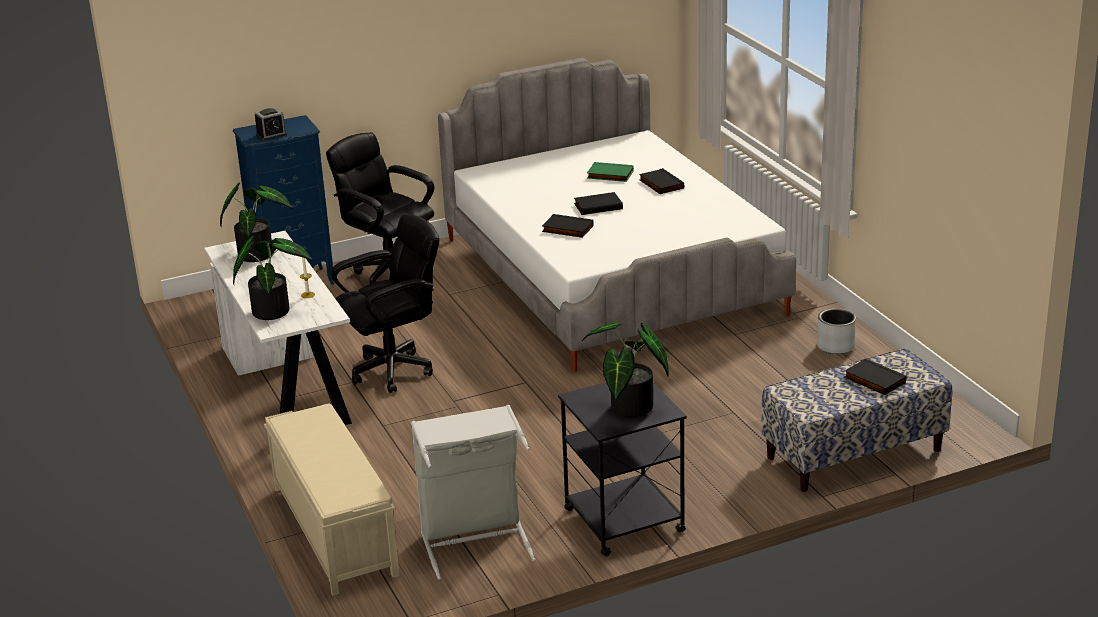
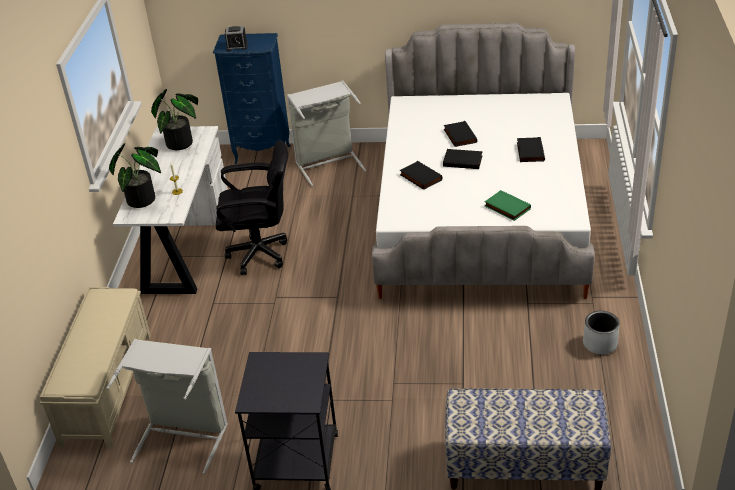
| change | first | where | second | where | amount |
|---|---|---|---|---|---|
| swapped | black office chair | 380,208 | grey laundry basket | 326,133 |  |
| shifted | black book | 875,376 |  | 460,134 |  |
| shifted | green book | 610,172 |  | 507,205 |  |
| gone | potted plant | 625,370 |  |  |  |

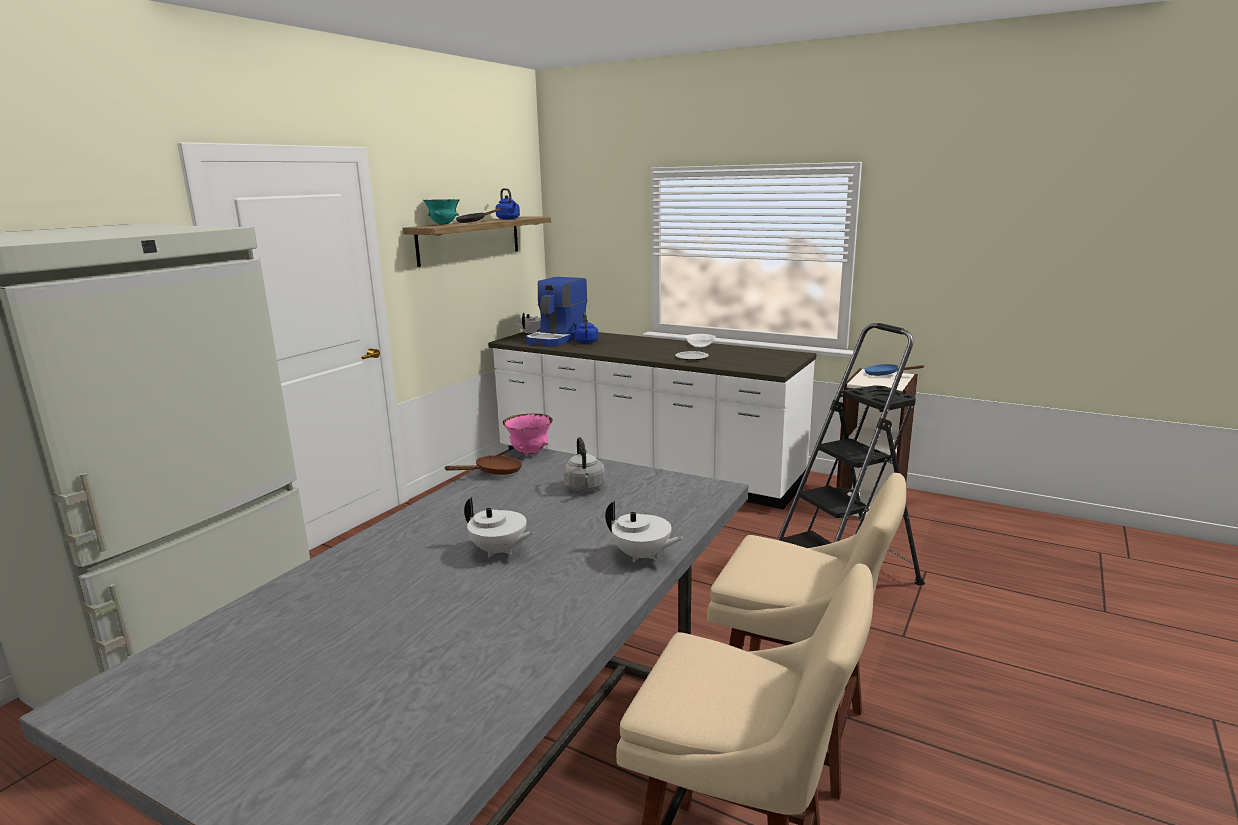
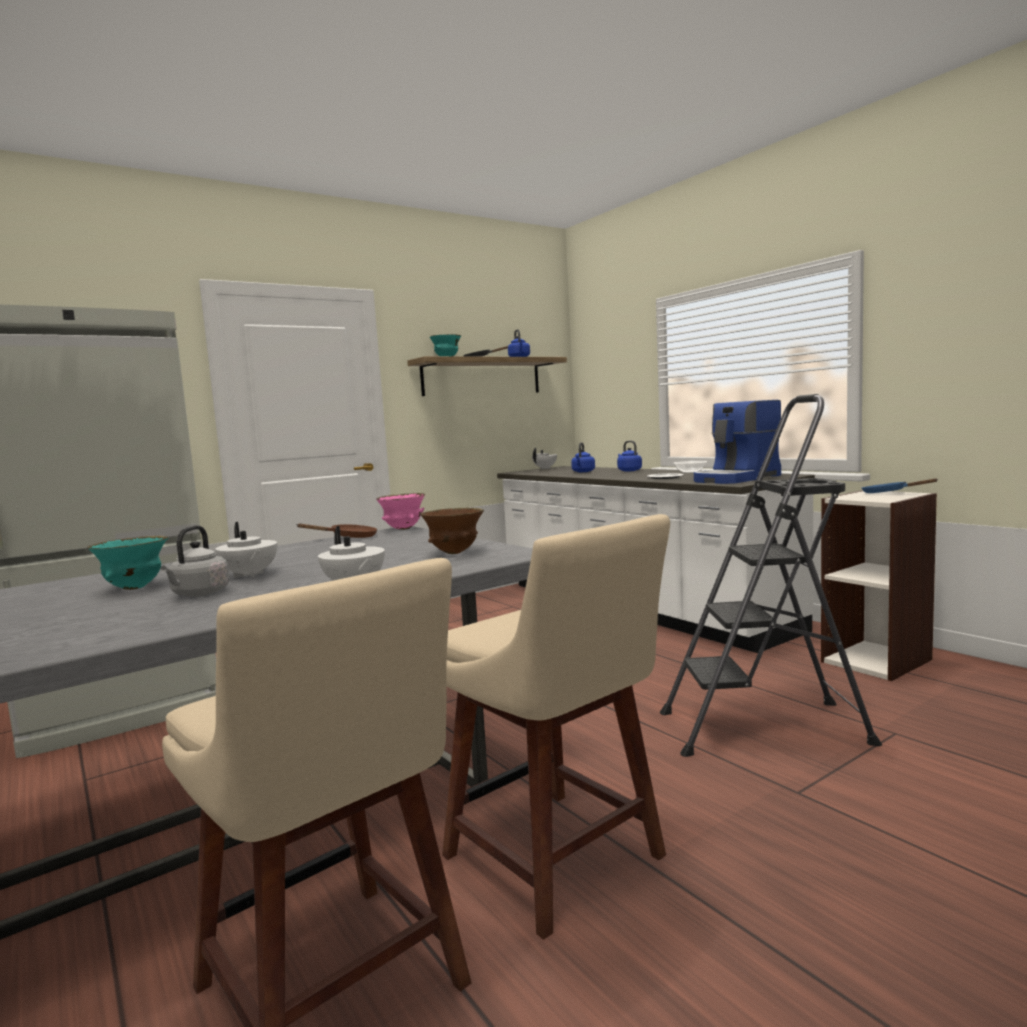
| change | first | where | second | where | amount |
|---|---|---|---|---|---|
| new |  |  | turquoise bowl | 128,563 |  |
| shifted | grey kettle | 584,464 |  | 195,561 |  |
| new |  |  | brown bowl | 452,531 |  |
| new |  |  | blue kettle | 629,456 |  |
| shifted | coffee machine | 556,312 |  | 737,442 |  |

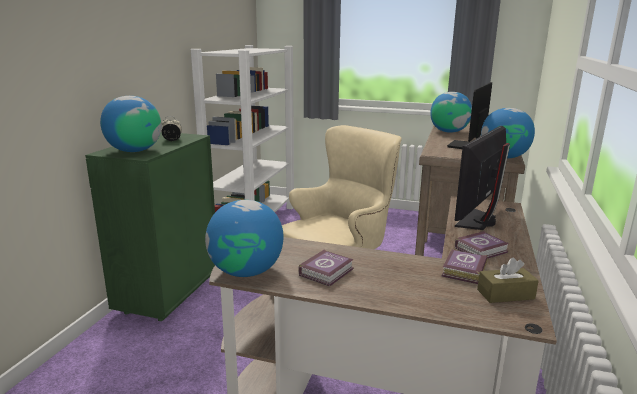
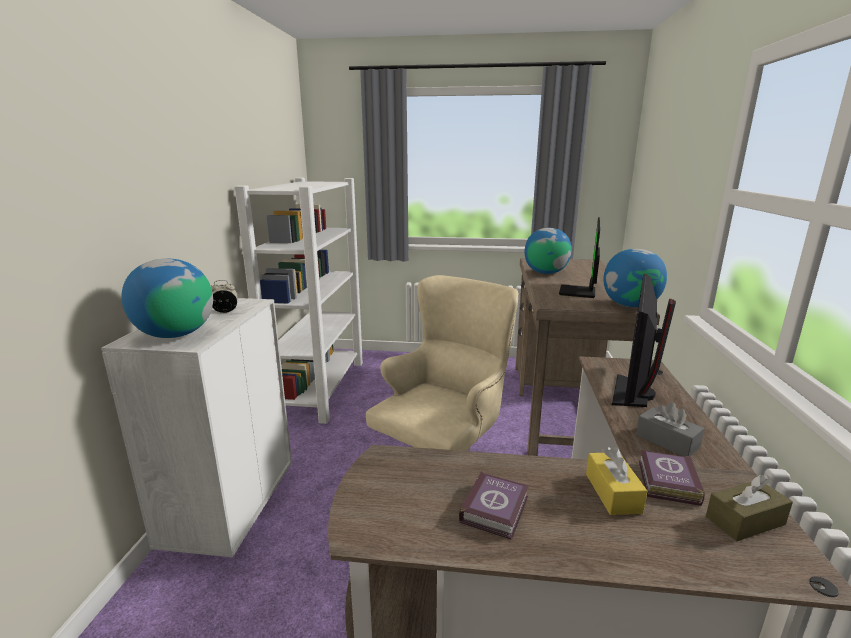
| change | first | where | second | where | amount |
|---|---|---|---|---|---|
| repainted | green cabinet | 150,226 | white cabinet | 196,427 |  |
| new |  |  | yellow tissue box | 616,481 |  |
| swapped | book | 482,245 | grey tissue box | 670,429 |  |
| gone | globe | 244,238 |  |  |  |

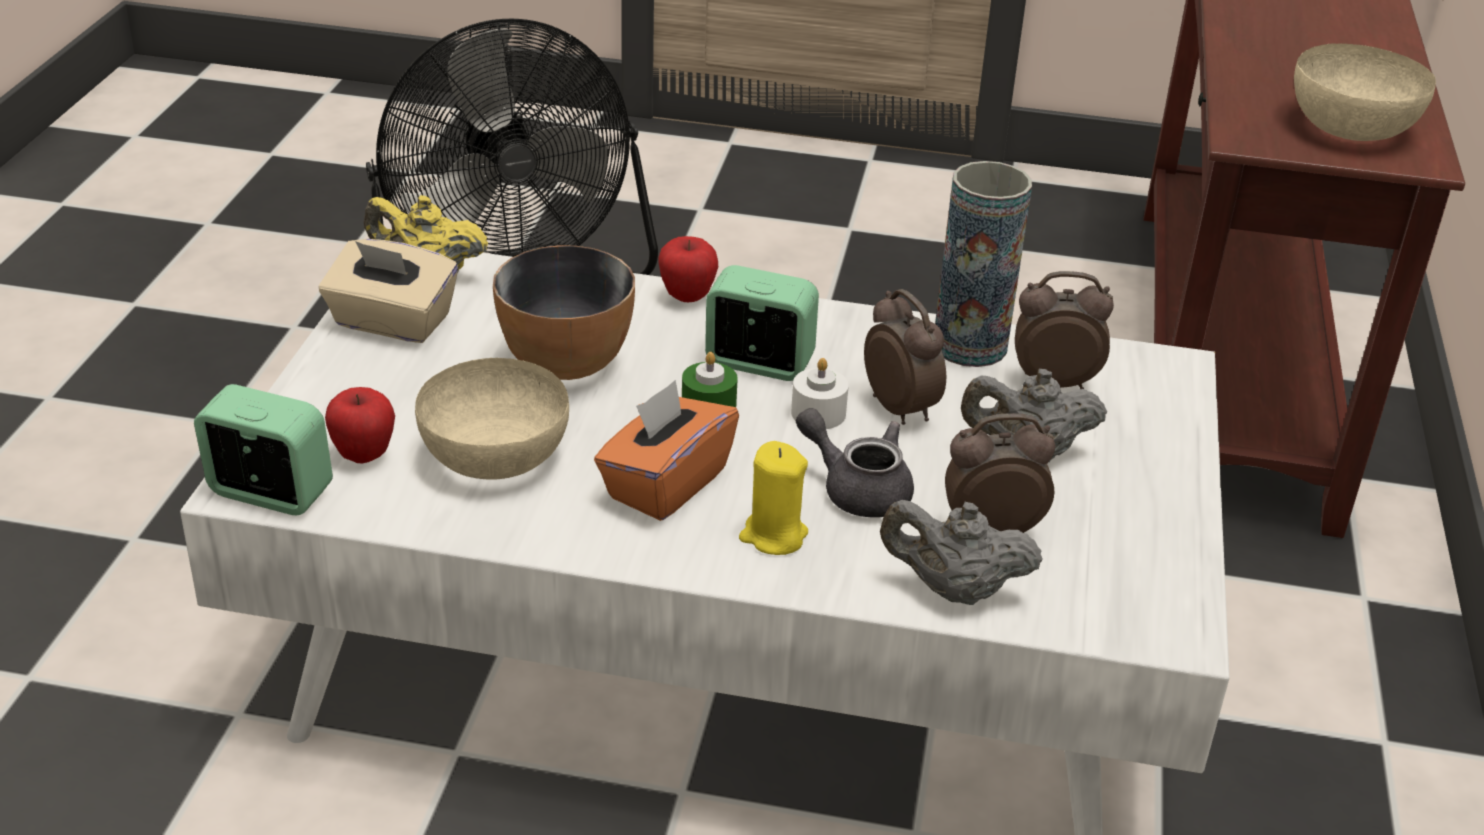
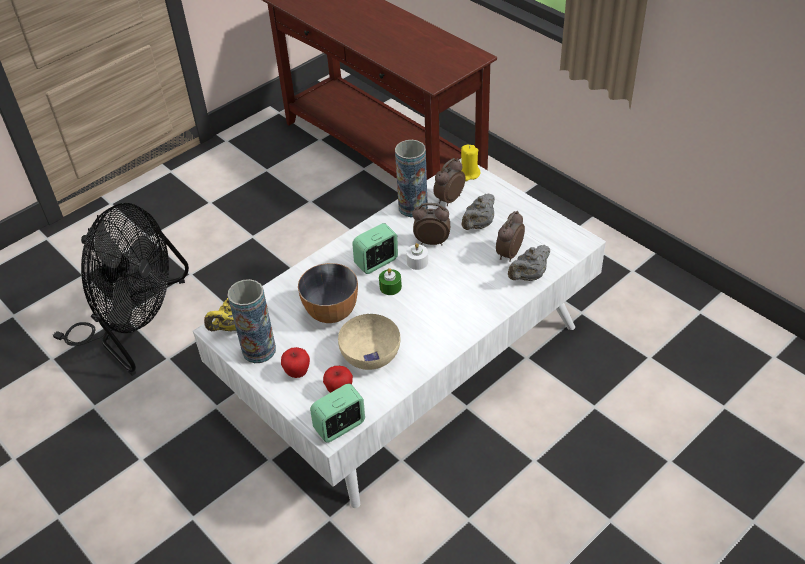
| change | first | where | second | where | amount |
|---|---|---|---|---|---|
| swapped | beige tissue box | 388,291 | vase | 252,321 |  |
| shifted | apple | 688,269 |  | 295,362 |  |
| shifted | yellow candle | 773,498 |  | 471,163 |  |
| gone | orange tissue box | 666,450 |  |  |  |
| gone | grey teapot | 855,463 |  |  |  |
| gone | beige bowl | 1365,92 |  |  |  |

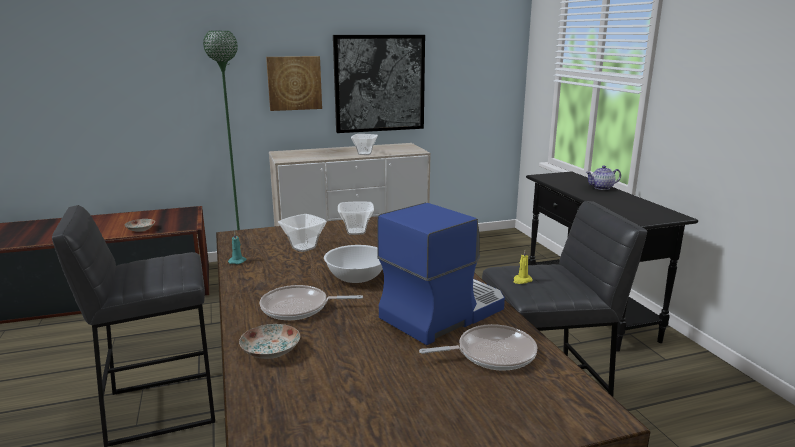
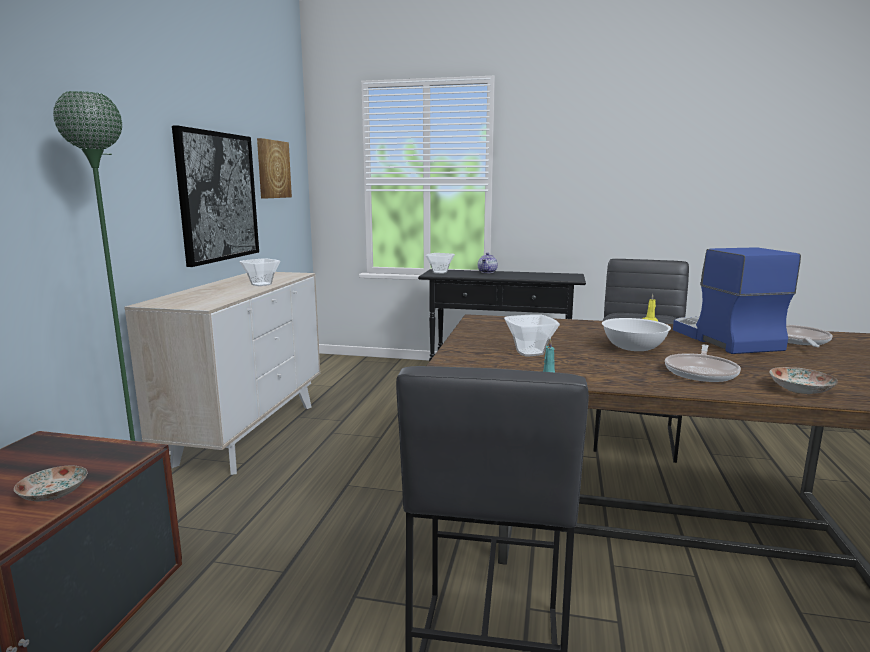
| change | first | where | second | where | amount |
|---|---|---|---|---|---|
| shifted | picture | 294,83 |  | 274,168 |  |
| shifted | bowl | 356,218 |  | 440,263 |  |

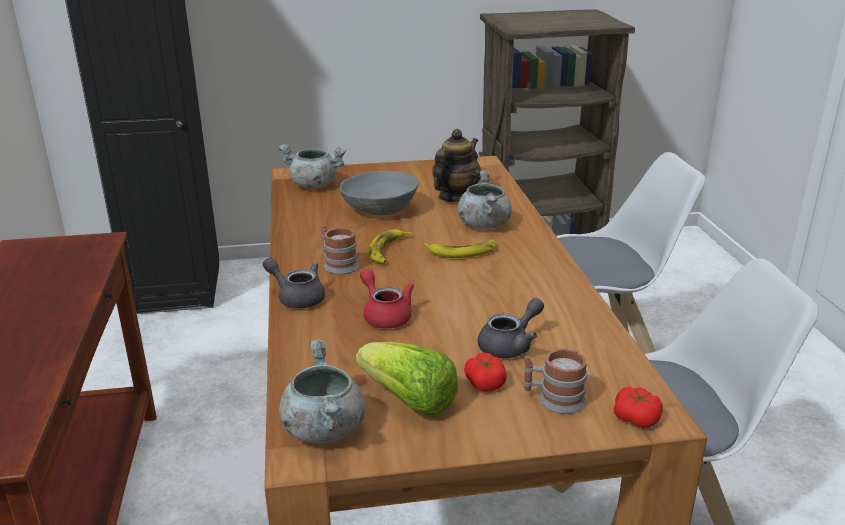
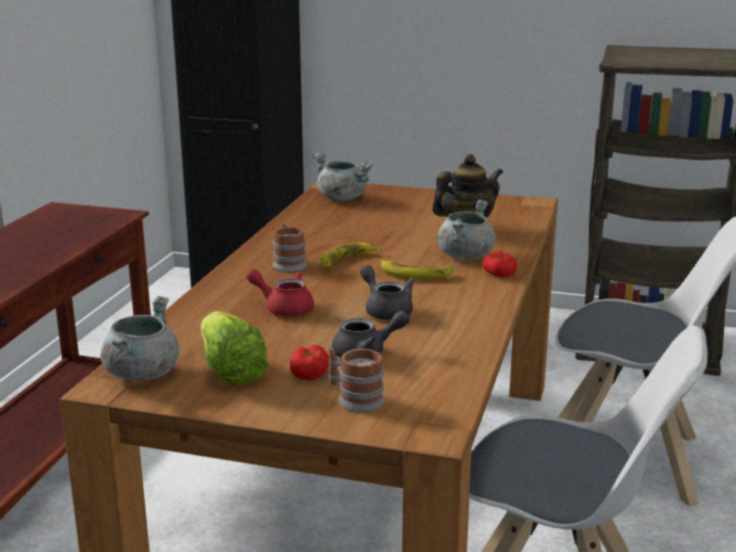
| change | first | where | second | where | amount |
|---|---|---|---|---|---|
| rotated | red teapot | 387,298 |  | 280,293 | 60 degrees counterclockwise |
| shifted | grey teapot | 294,282 |  | 387,292 |  |
| shifted | tomato | 638,406 |  | 499,264 |  |
| gone | grey bowl | 379,193 |  |  |  |

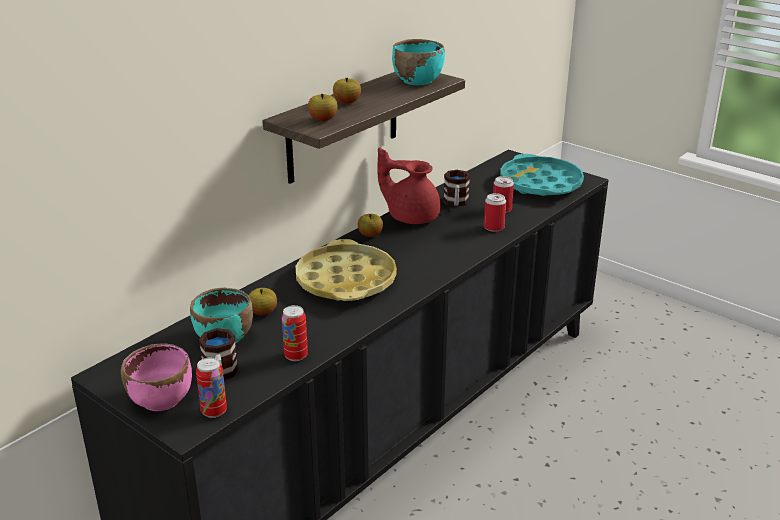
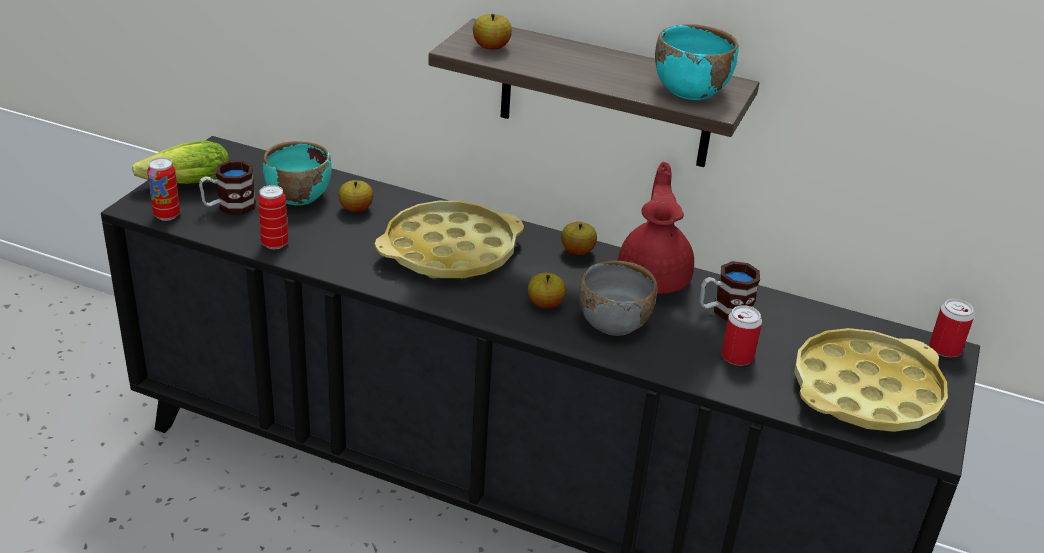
| change | first | where | second | where | amount |
|---|---|---|---|---|---|
| swapped | pink bowl | 156,377 | lettuce | 180,162 |  |
| shifted | apple | 347,91 |  | 547,291 |  |
| new |  |  | grey bowl | 618,298 |  |
| repainted | turquoise tray | 542,175 | yellow tray | 871,380 |  |
| shifted | can | 495,212 |  | 951,328 |  |

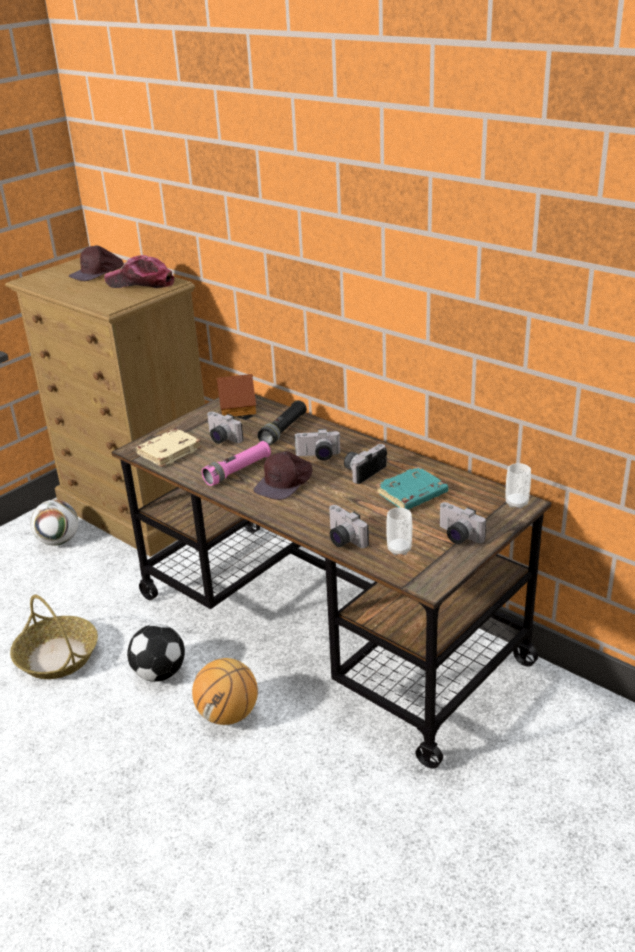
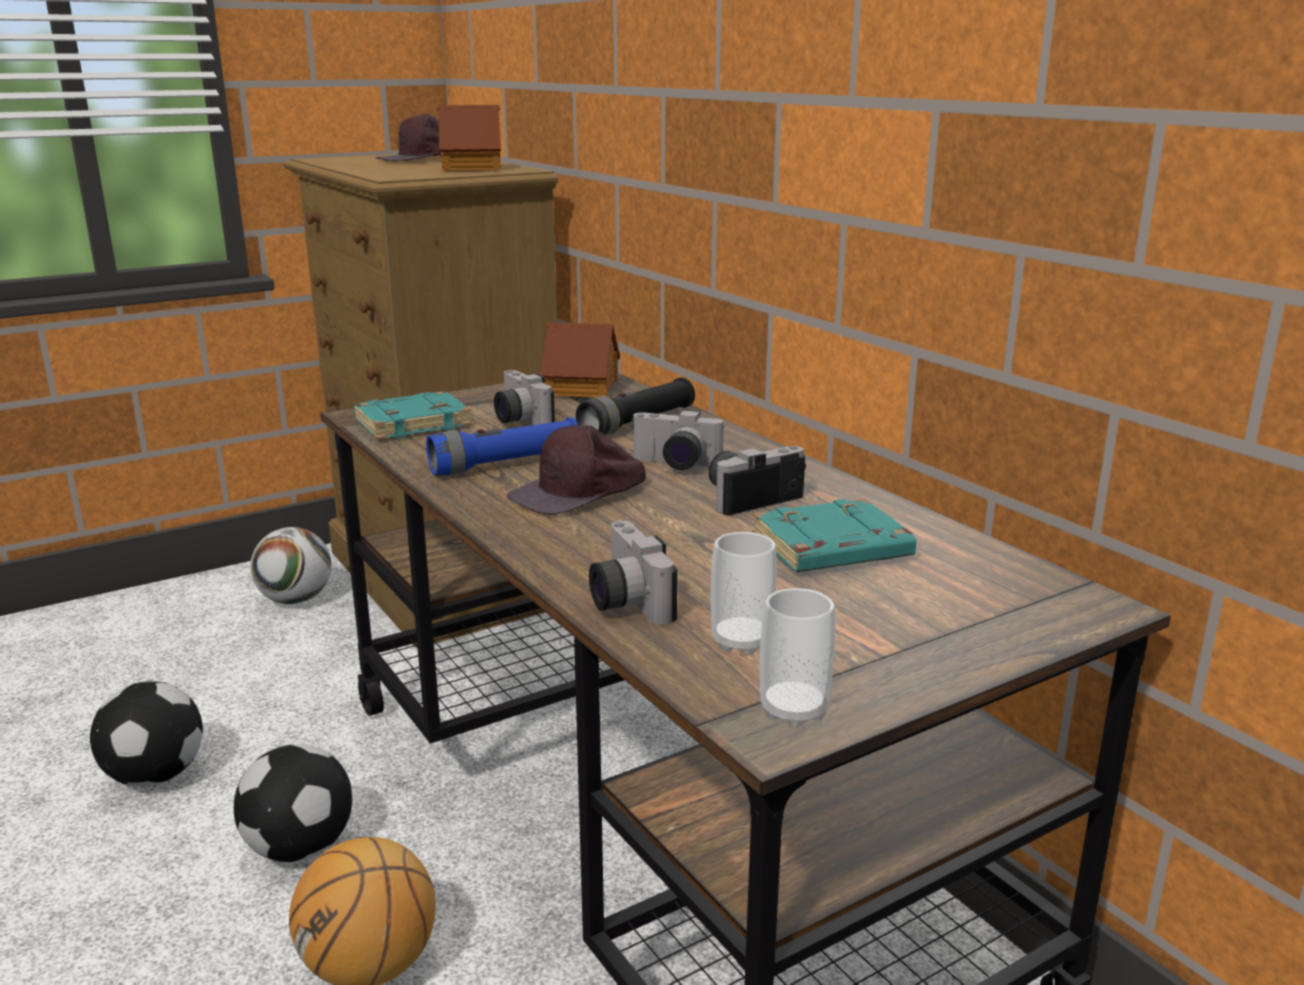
| change | first | where | second | where | amount |
|---|---|---|---|---|---|
| swapped | basket | 54,637 | football | 146,733 |  |
| repainted | beige book | 168,447 | turquoise book | 412,415 |  |
| repainted | pink flashlight | 236,463 | blue flashlight | 502,446 |  |
| swapped | cap | 139,271 | toy house | 469,138 |  |
| shifted | cup | 518,486 |  | 798,657 |  |
| gone | photo camera | 462,523 |  |  |  |

